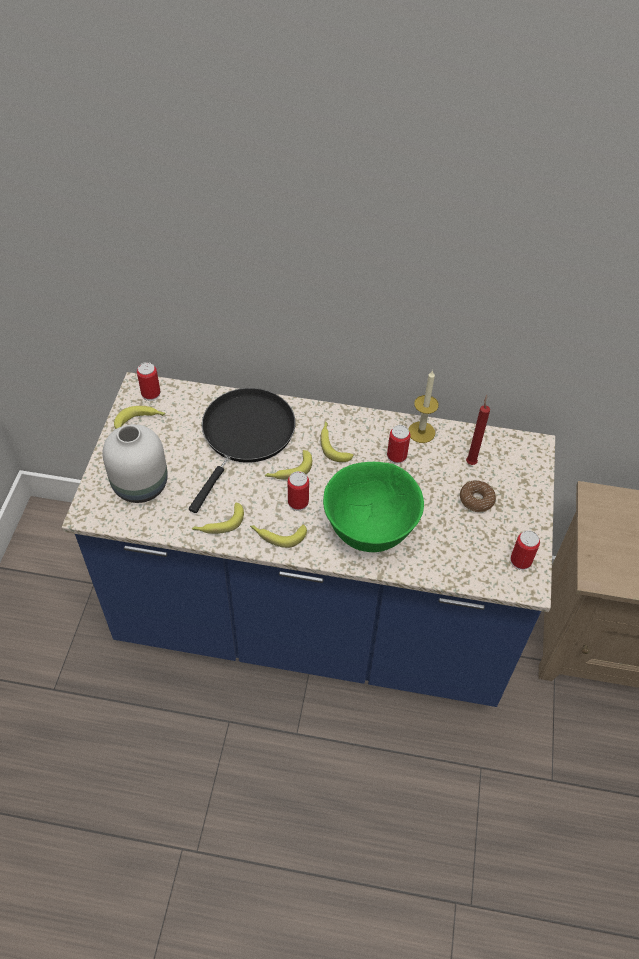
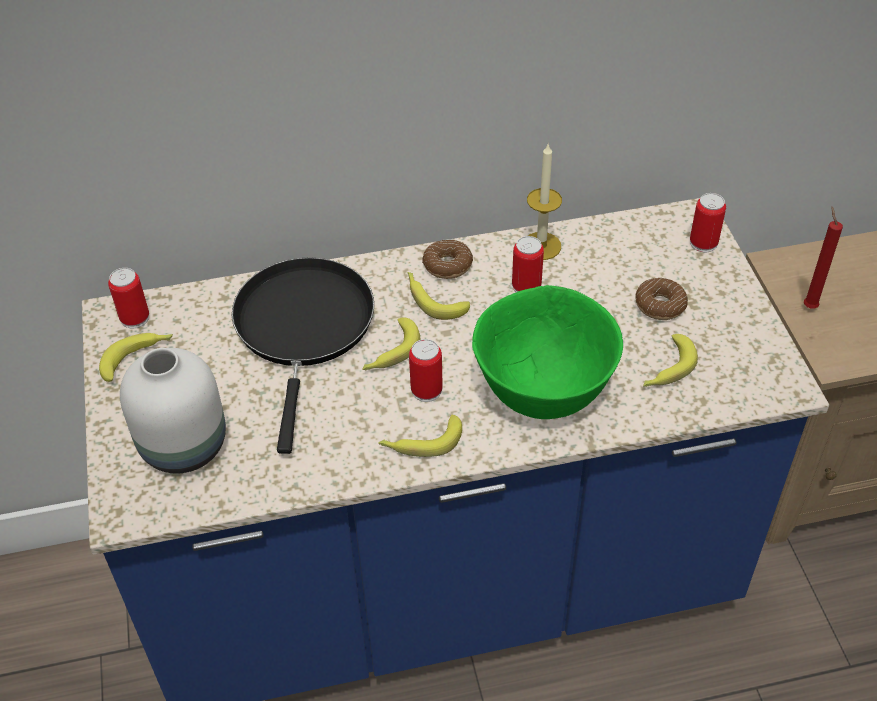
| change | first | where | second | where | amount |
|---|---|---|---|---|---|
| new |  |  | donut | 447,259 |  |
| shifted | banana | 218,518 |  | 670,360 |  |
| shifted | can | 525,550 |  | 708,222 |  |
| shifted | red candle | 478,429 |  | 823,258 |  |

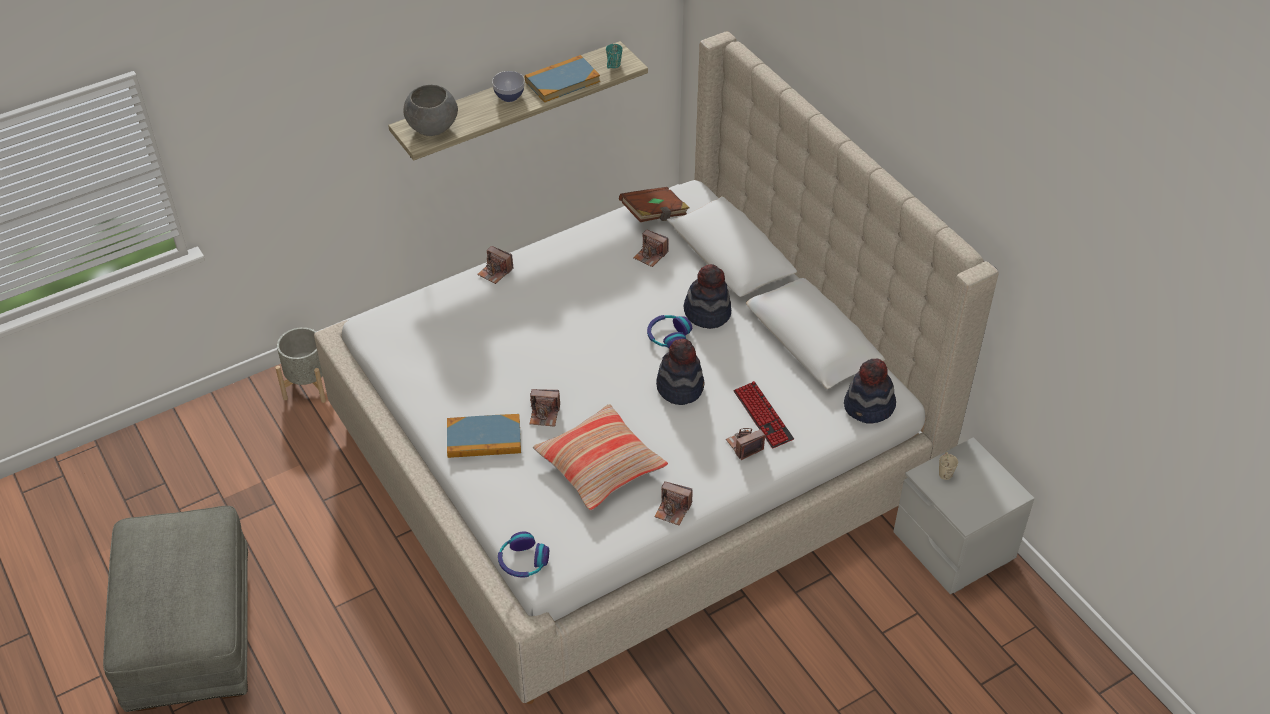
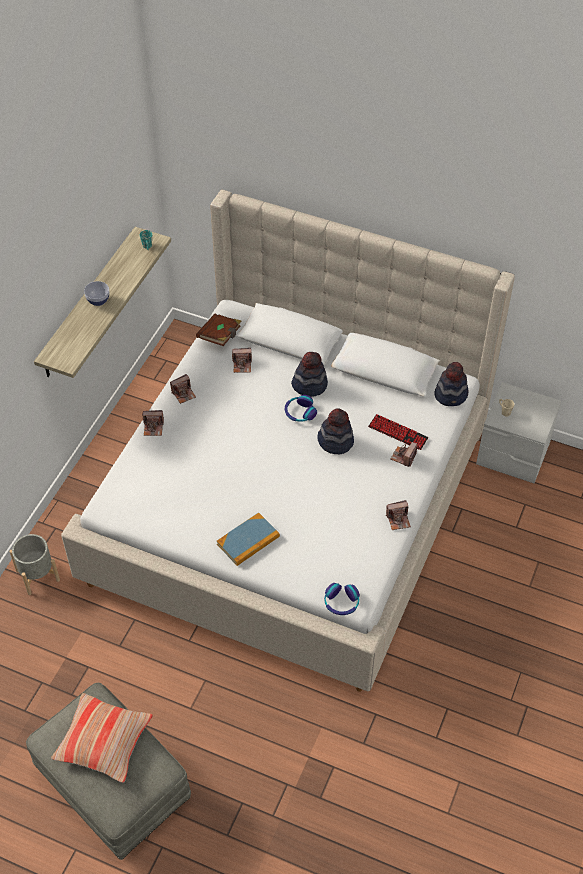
| change | first | where | second | where | amount |
|---|---|---|---|---|---|
| shifted | pillow | 600,457 |  | 102,738 |  |
| shifted | photo camera | 545,407 |  | 183,389 |  |
| gone | grey bowl | 430,110 |  |  |  |
| gone | book | 562,78 |  |  |  |

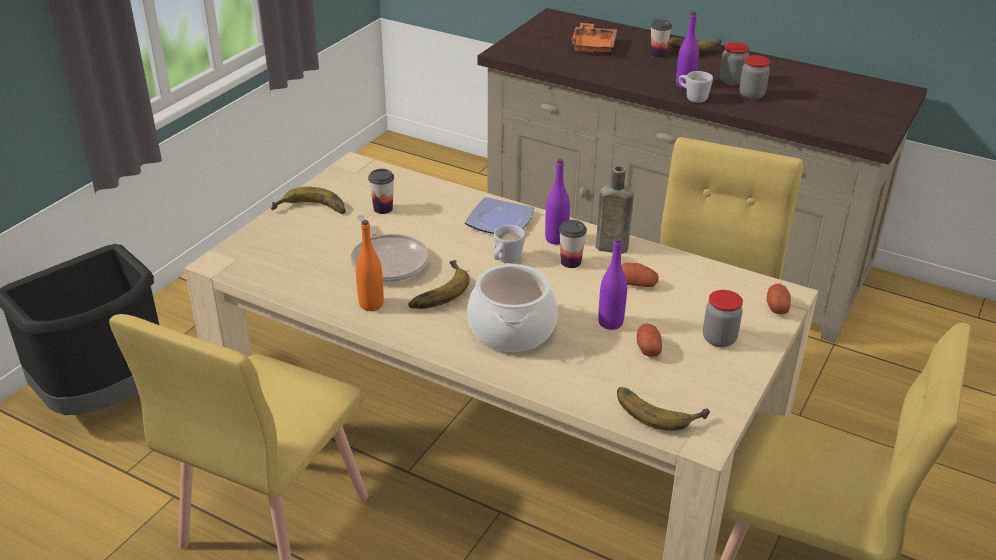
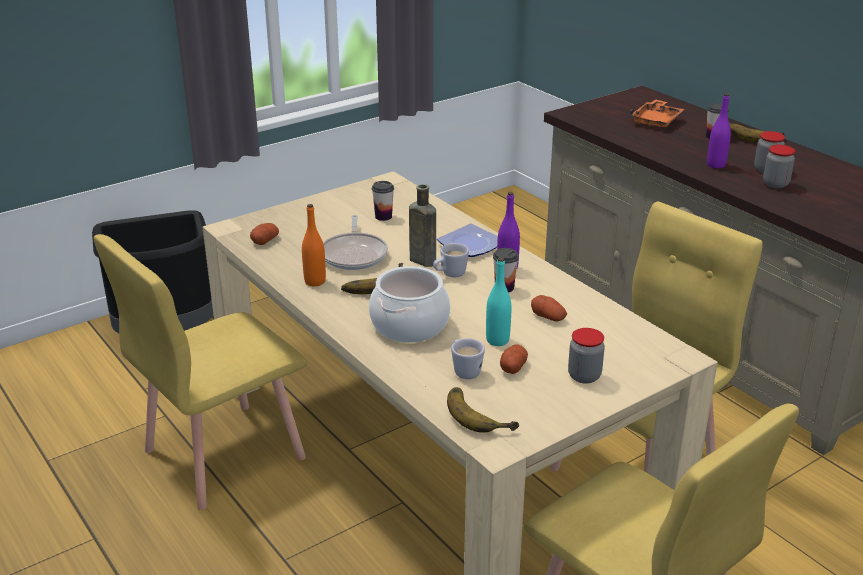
| change | first | where | second | where | amount |
|---|---|---|---|---|---|
| shifted | potato | 778,299 |  | 264,234 |  |
| shifted | brown bottle | 615,210 |  | 422,225 |  |
| shifted | white mug | 696,87 |  | 468,358 |  |
| repainted | purple bottle | 612,283 | turquoise bottle | 498,301 |  |
| gone | banana | 308,200 |  |  |  |

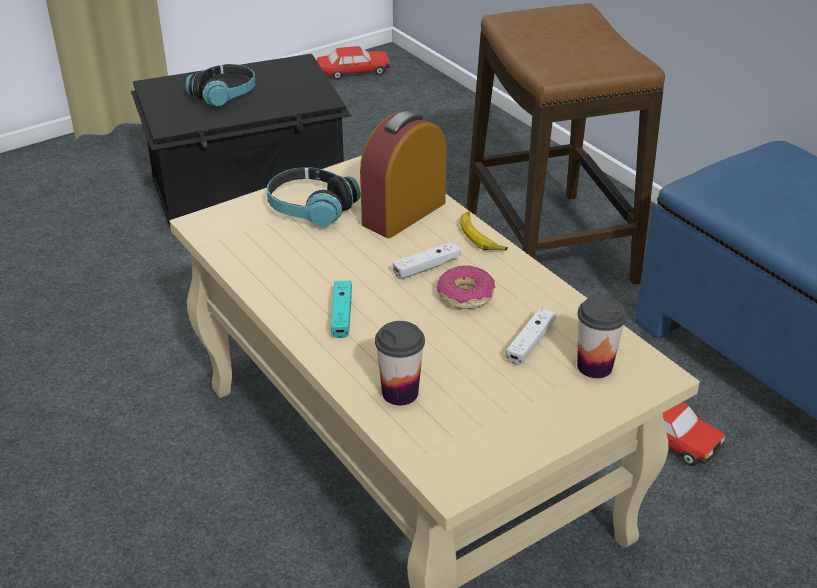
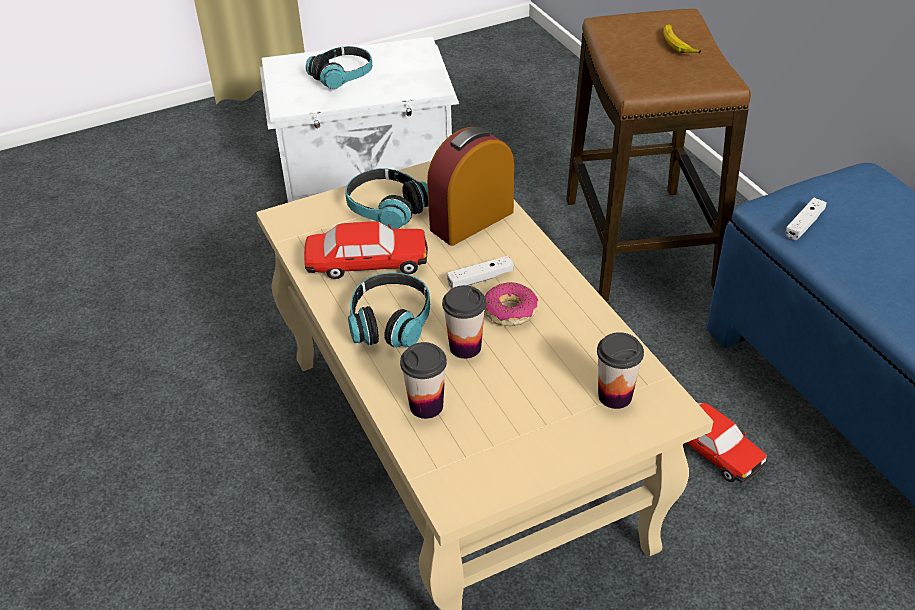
| change | first | where | second | where | amount |
|---|---|---|---|---|---|
| repainted | black storage box | 241,141 | white storage box | 359,119 |  |
| shifted | toy car | 353,63 |  | 366,250 |  |
| swapped | turquoise game controller | 341,309 | headphones | 389,310 |  |
| new |  |  | cup | 464,322 |  |
| shifted | banana | 484,231 |  | 682,39 |  |
| shifted | white game controller | 530,336 |  | 806,219 |  |

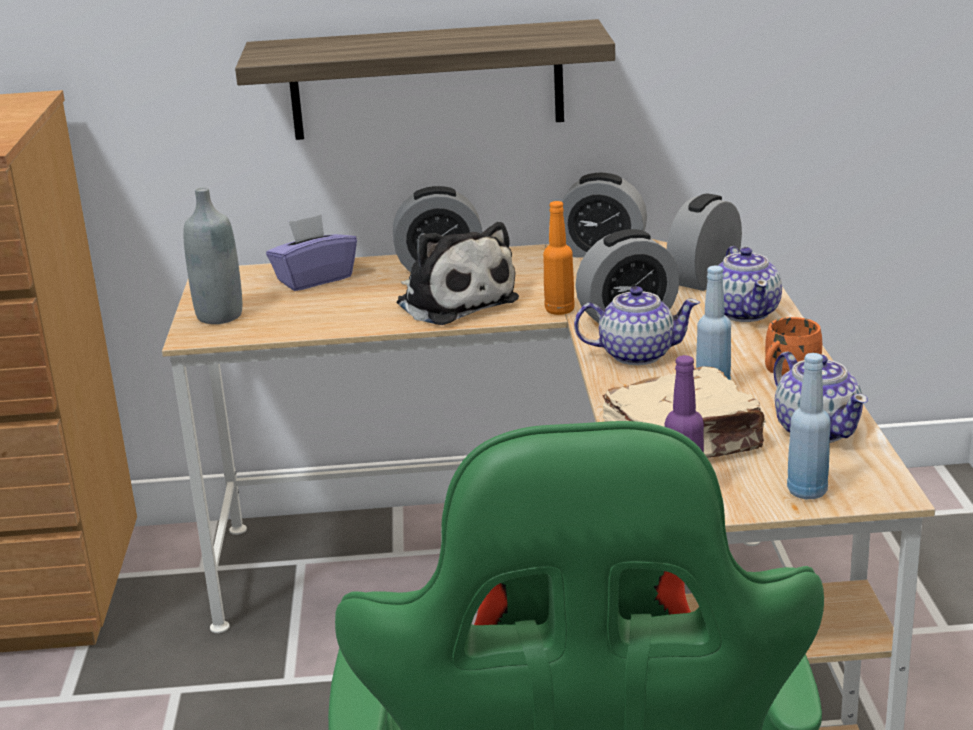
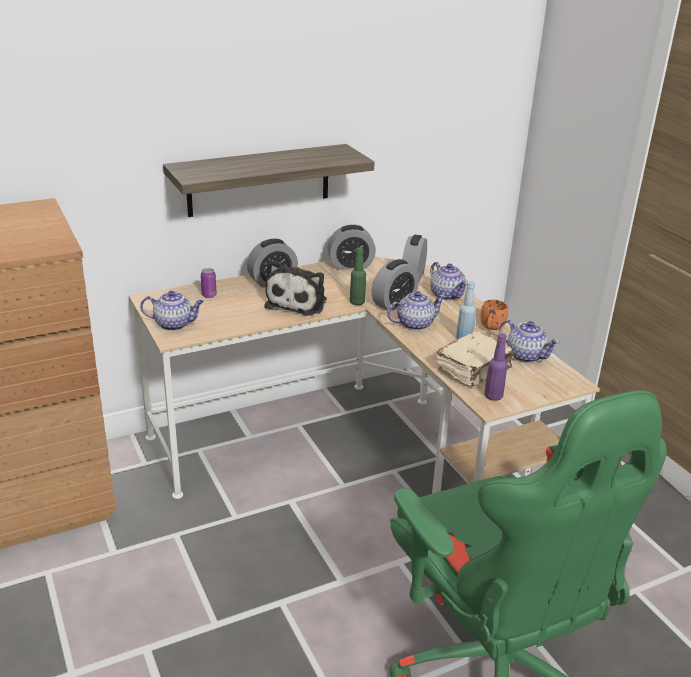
| change | first | where | second | where | amount |
|---|---|---|---|---|---|
| swapped | grey bottle | 212,255 | teapot | 172,311 |  |
| swapped | purple tissue box | 311,253 | can | 209,283 |  |
| rotated | plush toy | 458,273 |  | 295,288 | 75 degrees clockwise |
| repainted | orange bottle | 559,258 | green bottle | 358,276 |  |
| gone | blue bottle | 809,426 |  |  |  |

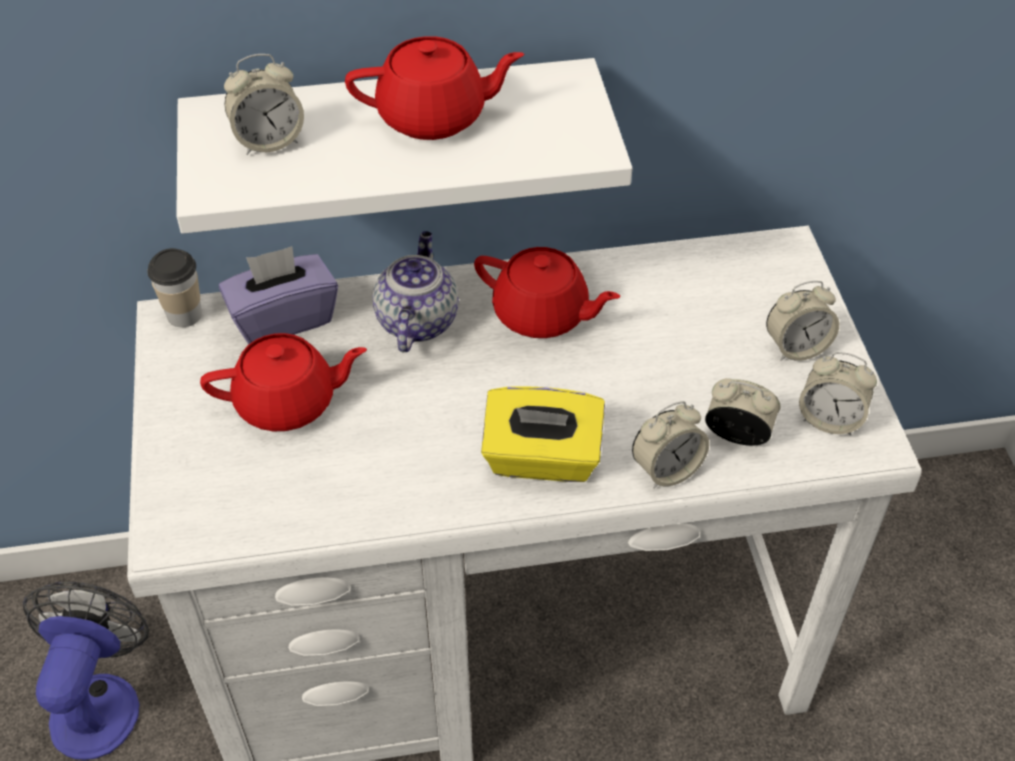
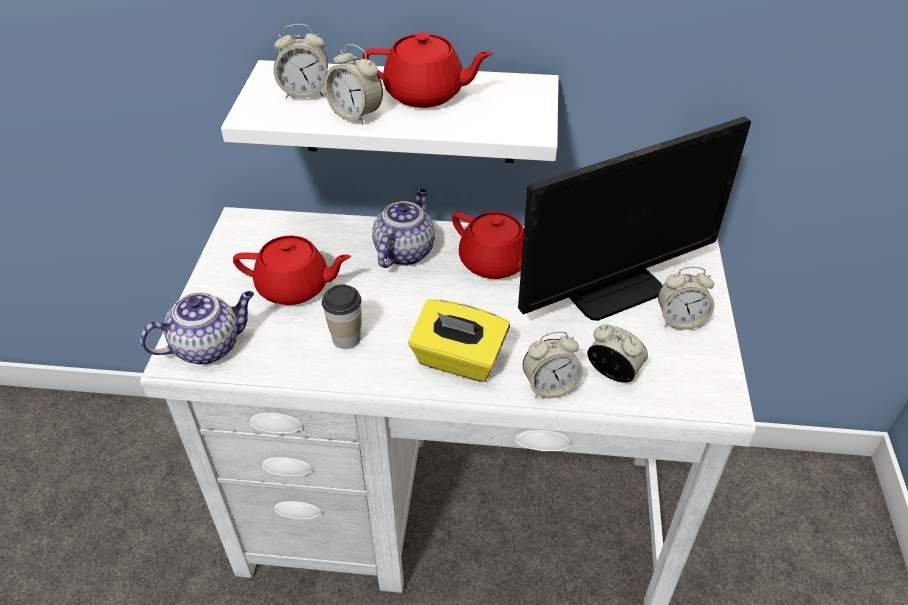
| change | first | where | second | where | amount |
|---|---|---|---|---|---|
| new |  |  | teapot | 197,328 |  |
| shifted | cup | 174,287 |  | 341,316 |  |
| shifted | alarm clock | 838,393 |  | 353,84 |  |
| new |  |  | monitor | 634,219 |  |
| gone | fan | 86,671 |  |  |  |
| gone | purple tissue box | 278,295 |  |  |  |

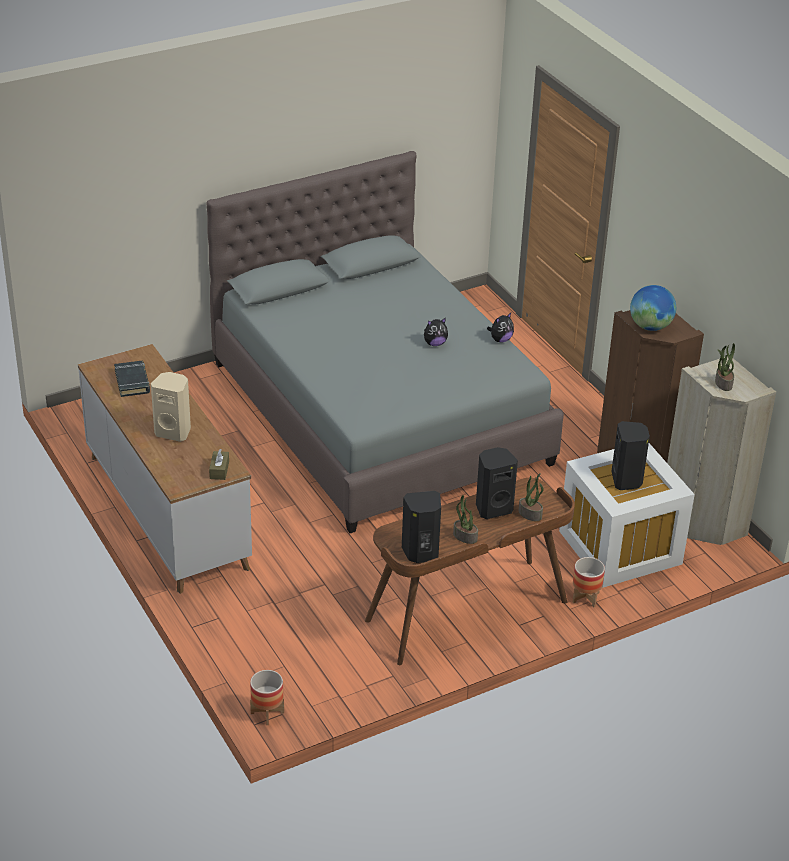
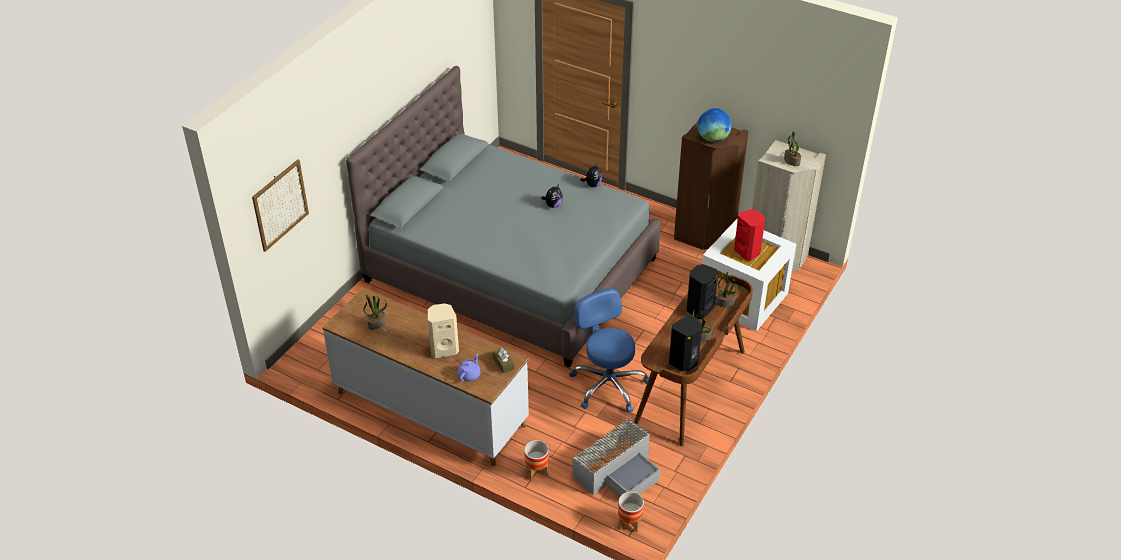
| change | first | where | second | where | amount |
|---|---|---|---|---|---|
| new |  |  | picture | 280,205 |  |
| swapped | black book | 132,379 | potted plant | 375,312 |  |
| new |  |  | purple teapot | 469,367 |  |
| shifted | planter | 589,582 |  | 536,460 |  |
| new |  |  | blue office chair | 609,350 |  |
| new |  |  | grey storage box | 616,457 |  |
| repainted | black speaker | 630,455 | red speaker | 749,235 |  |

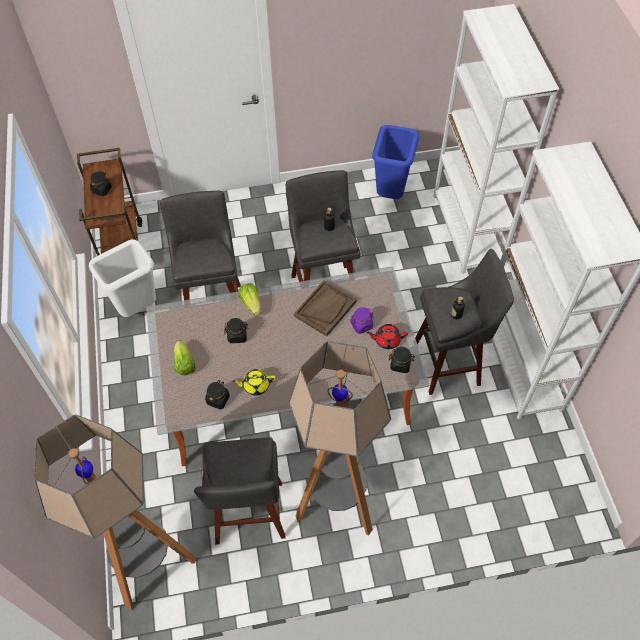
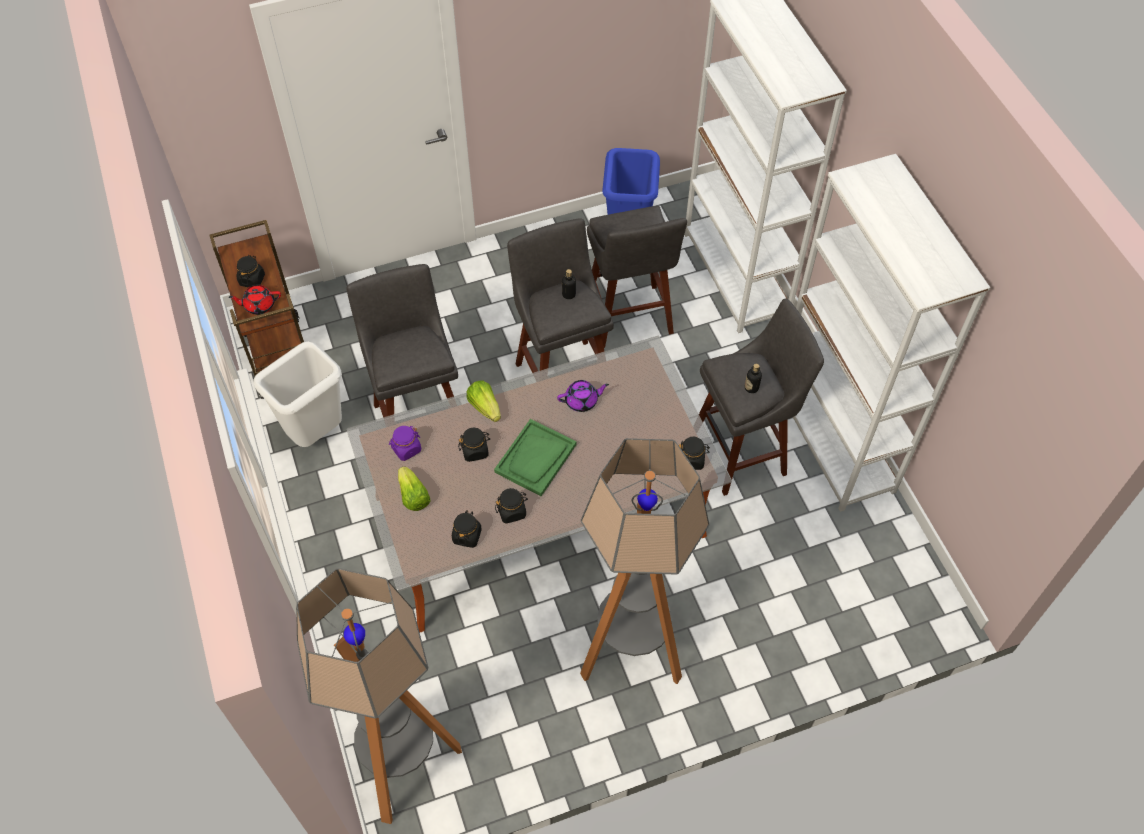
| change | first | where | second | where | amount |
|---|---|---|---|---|---|
| shifted | red teapot | 387,336 |  | 255,300 |  |
| shifted | purple jar | 362,320 |  | 405,443 |  |
| new |  |  | green tray | 535,457 |  |
| swapped | yellow teapot | 254,382 | black jar | 511,506 |  |
| swapped | brown tray | 325,308 | purple teapot | 583,396 |  |
| shifted | grey stool | 239,491 |  | 637,277 |  |

